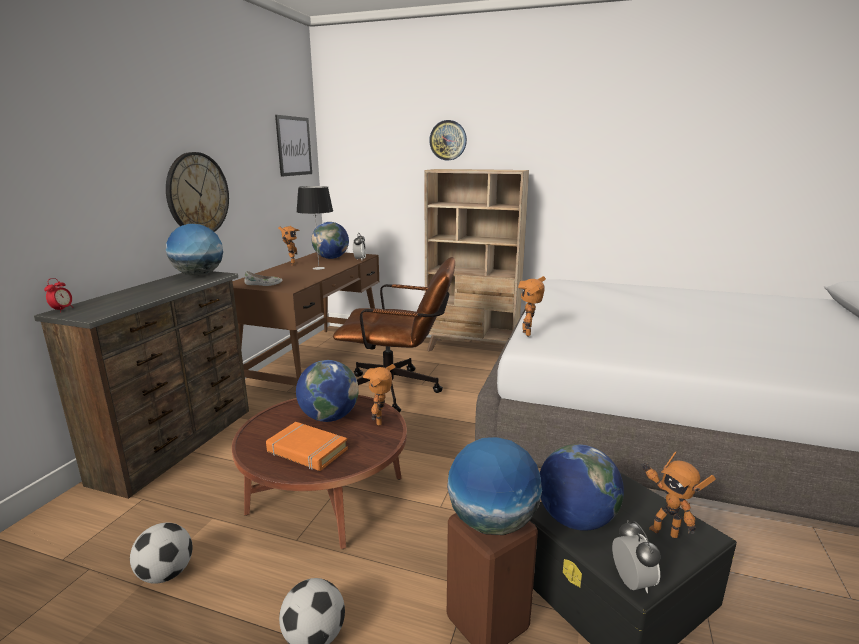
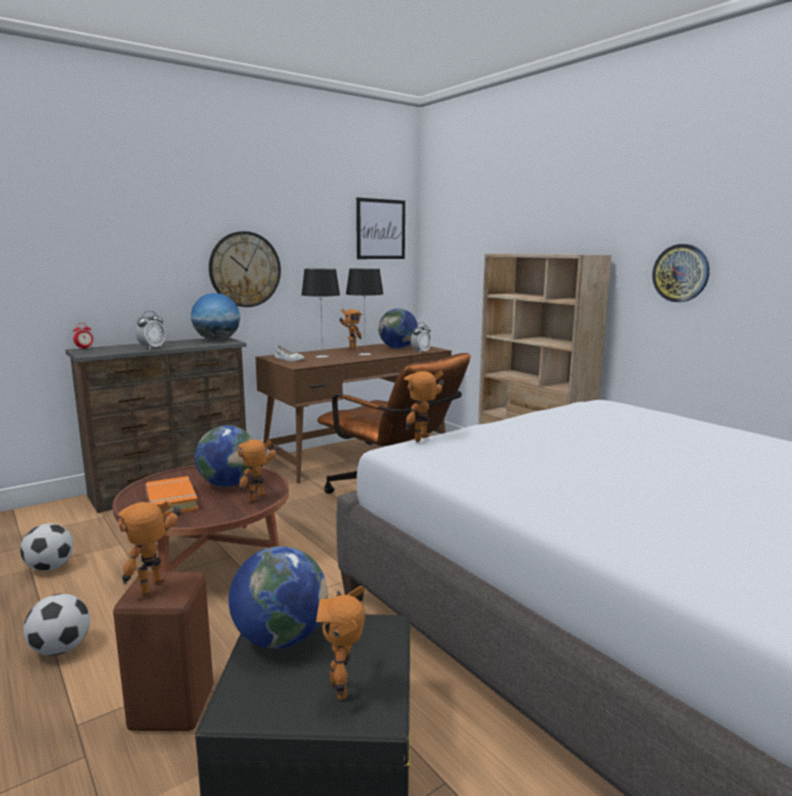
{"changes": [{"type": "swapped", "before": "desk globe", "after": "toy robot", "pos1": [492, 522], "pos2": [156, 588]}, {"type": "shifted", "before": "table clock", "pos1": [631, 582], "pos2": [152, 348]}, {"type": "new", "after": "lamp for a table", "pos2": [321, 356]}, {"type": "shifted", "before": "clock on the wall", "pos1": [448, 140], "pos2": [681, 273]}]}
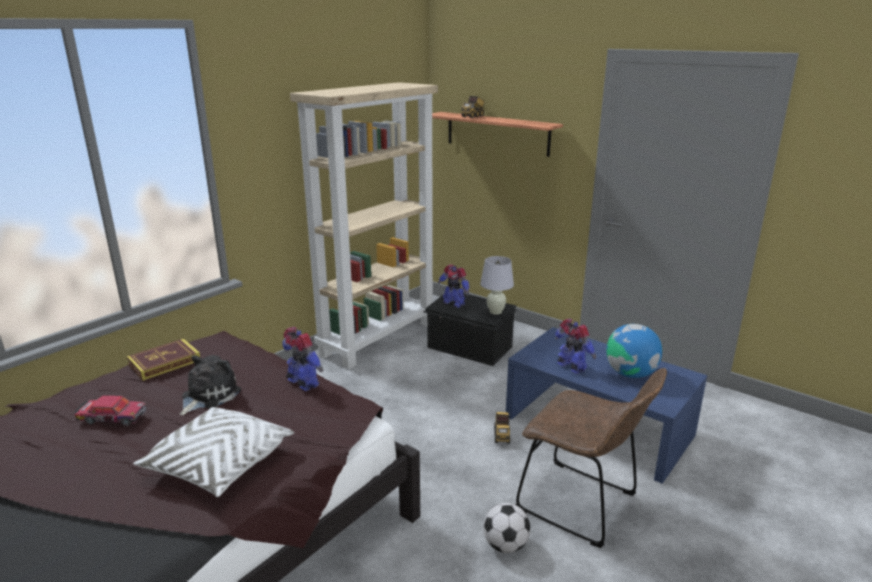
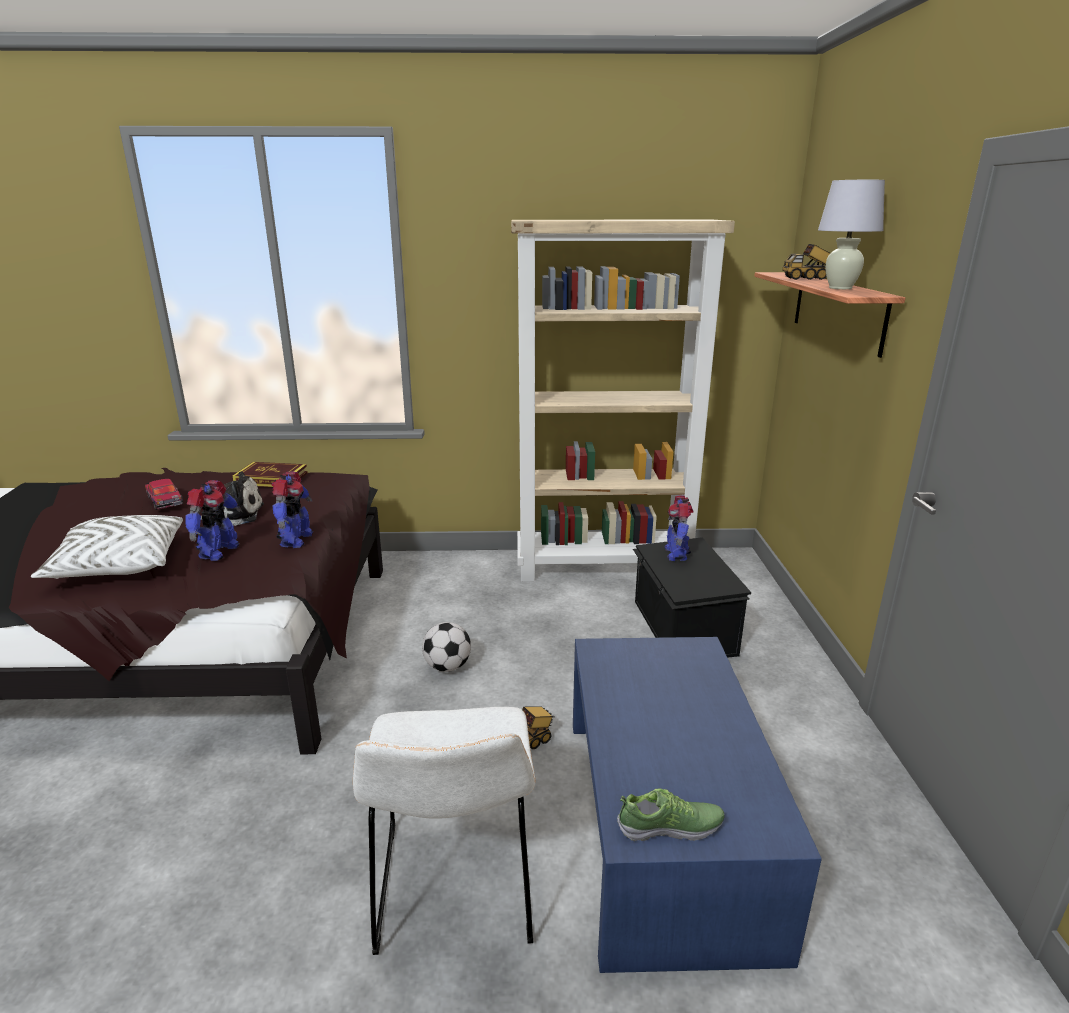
{"changes": [{"type": "shifted", "before": "toy robot", "pos1": [571, 367], "pos2": [218, 552]}, {"type": "repainted", "before": "brown chair", "after": "white-coloured chair", "pos1": [582, 505], "pos2": [455, 891]}, {"type": "shifted", "before": "football ball", "pos1": [505, 545], "pos2": [447, 667]}, {"type": "new", "after": "item of footwear", "pos2": [670, 827]}, {"type": "shifted", "before": "white-coloured lamp for a table", "pos1": [496, 312], "pos2": [840, 288]}, {"type": "gone", "before": "desk globe", "pos1": [630, 373]}]}
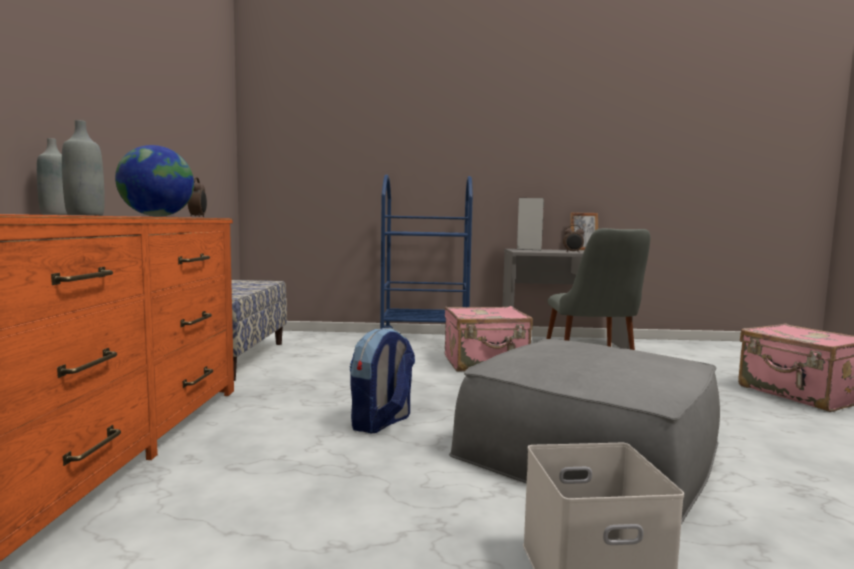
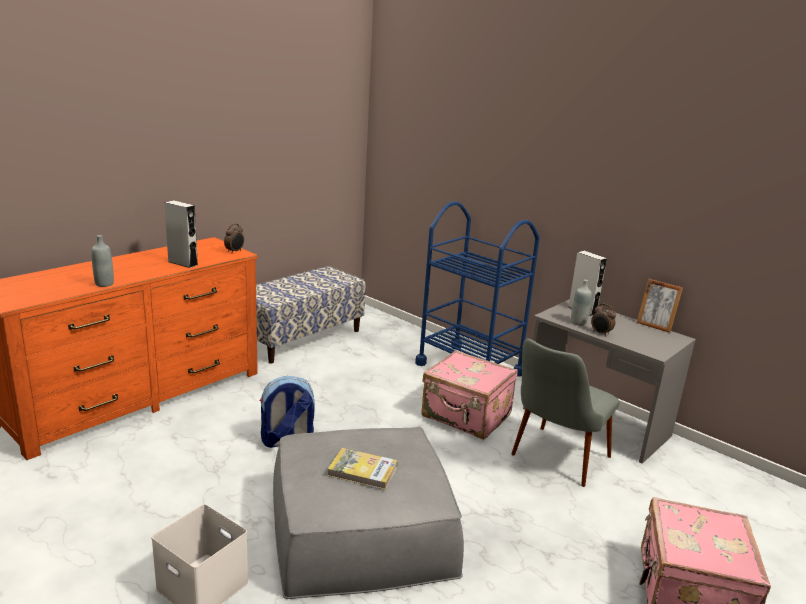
{"changes": [{"type": "swapped", "before": "desk globe", "after": "grey speaker", "pos1": [157, 216], "pos2": [183, 263]}, {"type": "new", "after": "bound book", "pos2": [362, 471]}, {"type": "shifted", "before": "grey drink bottle", "pos1": [56, 214], "pos2": [578, 323]}]}
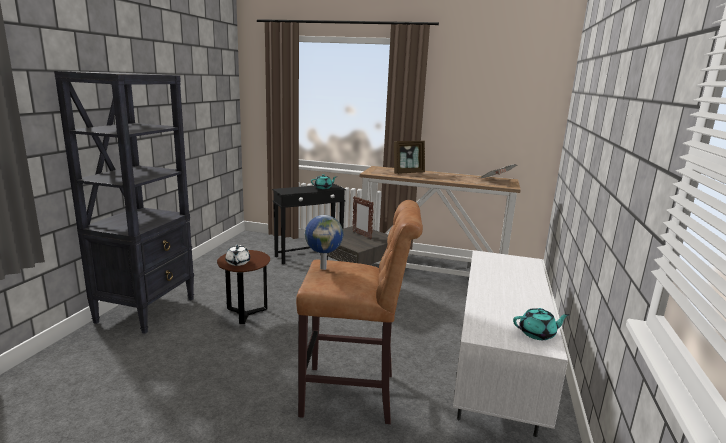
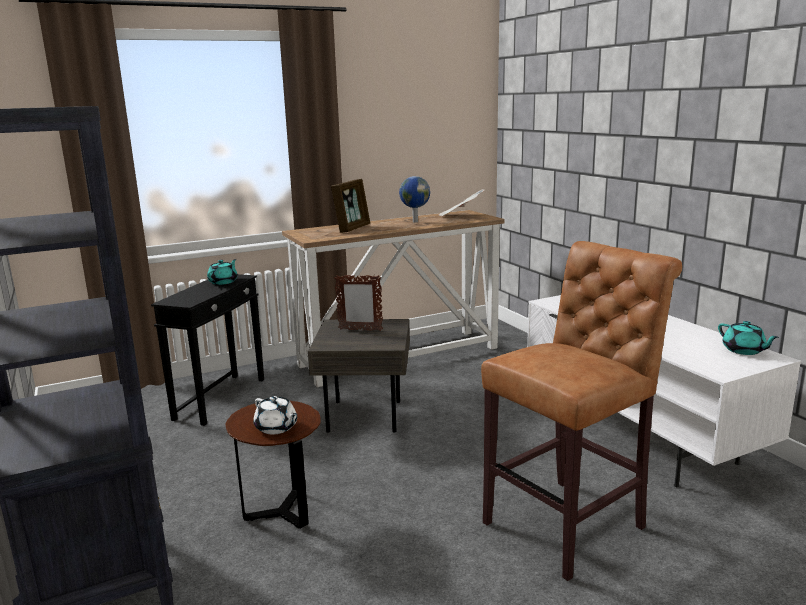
{"changes": [{"type": "shifted", "before": "desk globe", "pos1": [323, 268], "pos2": [414, 221]}, {"type": "rotated", "before": "turquoise tea pot", "pos1": [537, 334], "pos2": [744, 350], "turn": 105}]}
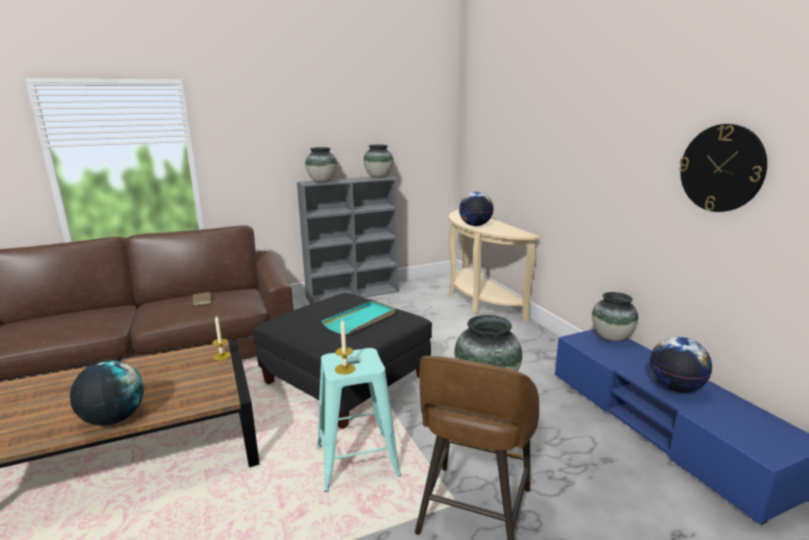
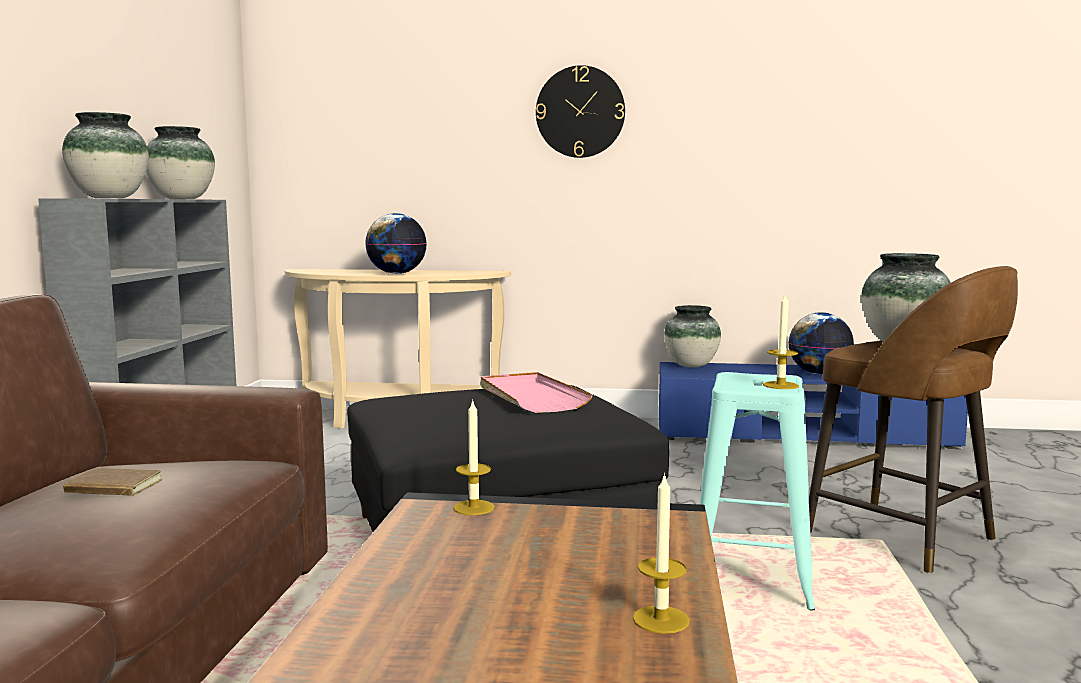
{"changes": [{"type": "repainted", "before": "turquoise tray", "after": "pink tray", "pos1": [360, 320], "pos2": [530, 397]}, {"type": "shifted", "before": "clock on the wall", "pos1": [721, 168], "pos2": [580, 112]}, {"type": "swapped", "before": "desk globe", "after": "wax candle", "pos1": [114, 419], "pos2": [661, 619]}]}
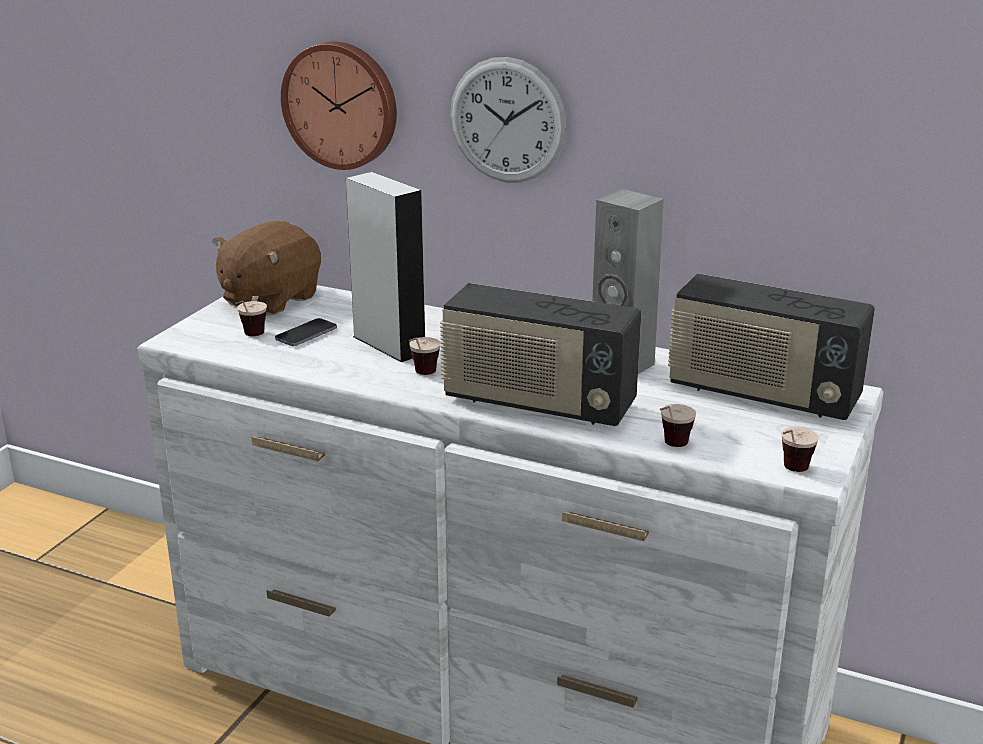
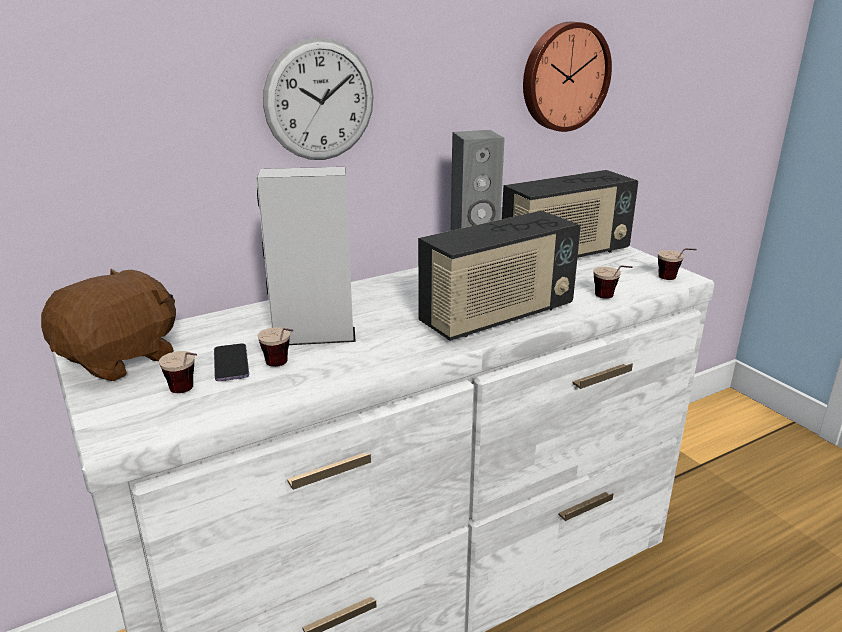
{"changes": [{"type": "rotated", "before": "brown plush toy", "pos1": [269, 299], "pos2": [121, 359], "turn": -120}, {"type": "shifted", "before": "drinking cup", "pos1": [421, 376], "pos2": [282, 367]}, {"type": "shifted", "before": "clock on the wall", "pos1": [342, 104], "pos2": [563, 77]}]}
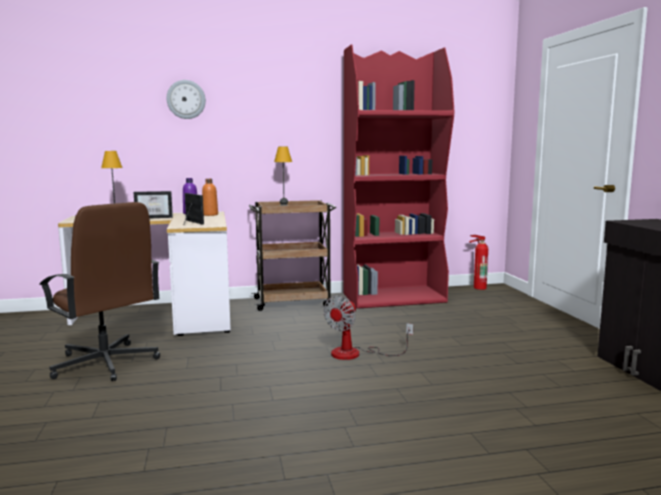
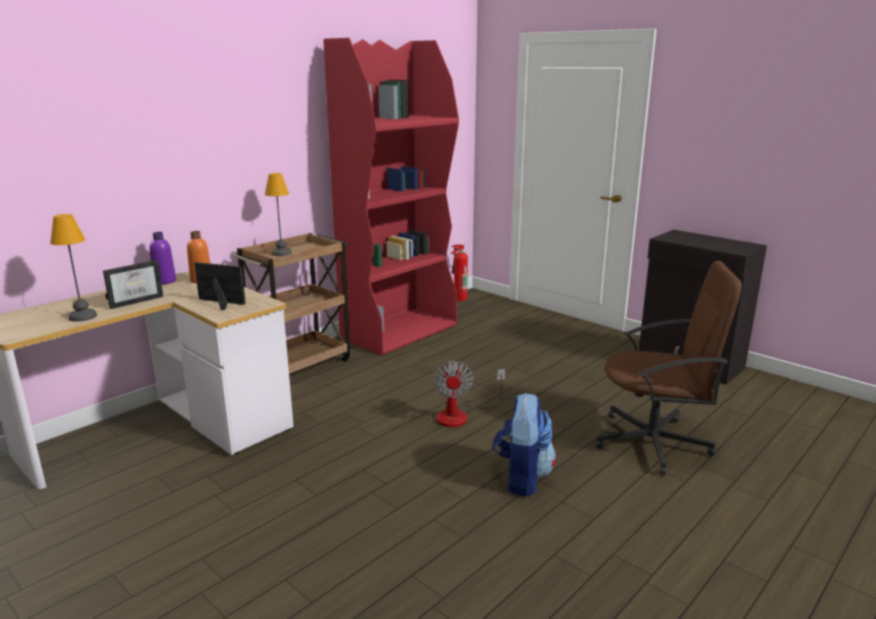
{"changes": [{"type": "new", "after": "knapsack", "pos2": [521, 477]}, {"type": "shifted", "before": "brown office chair", "pos1": [105, 363], "pos2": [653, 443]}, {"type": "gone", "before": "clock on the wall", "pos1": [186, 99]}]}
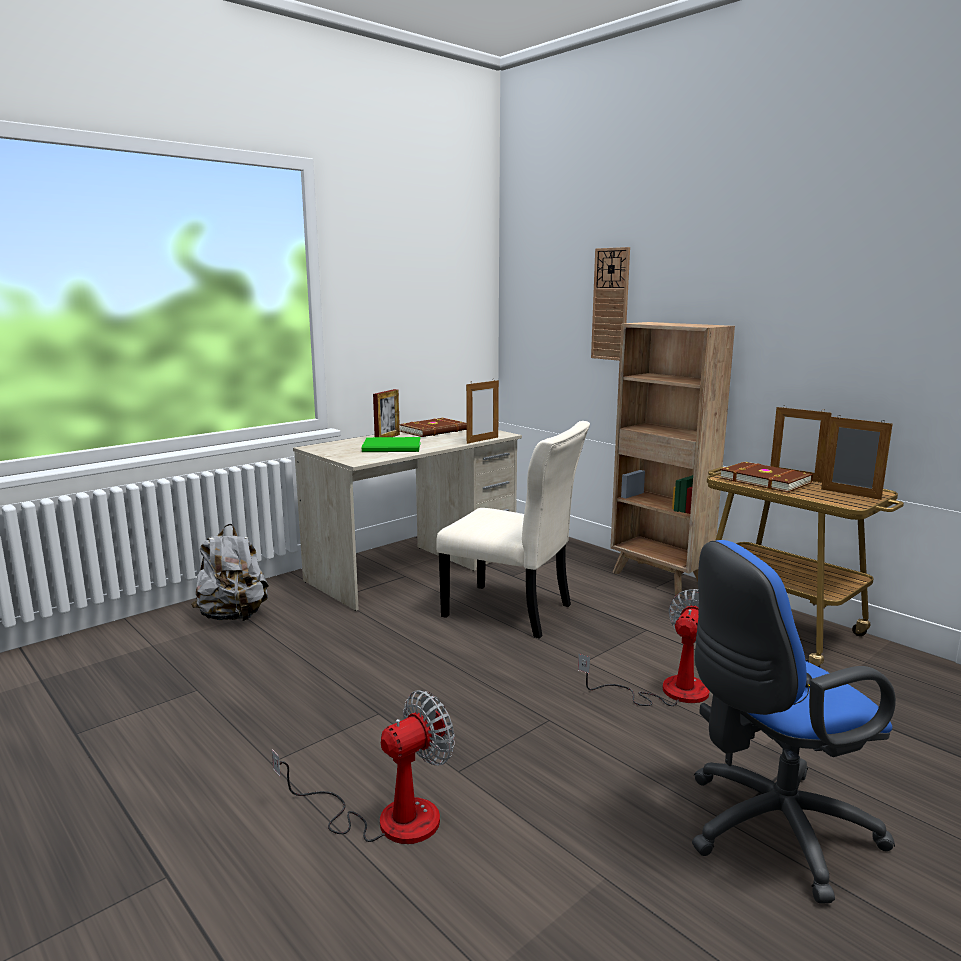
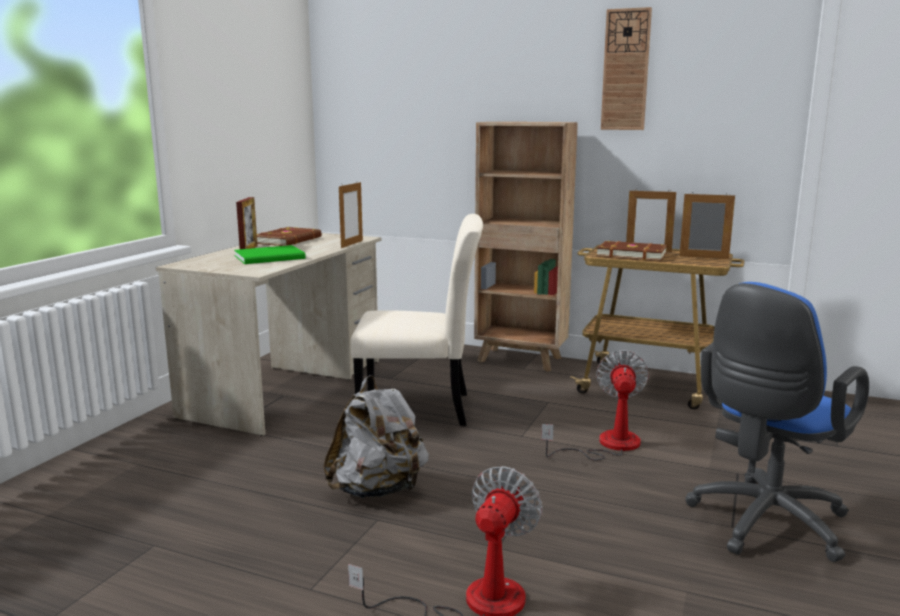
{"changes": [{"type": "shifted", "before": "grey knapsack", "pos1": [234, 616], "pos2": [378, 490]}, {"type": "shifted", "before": "clock on the wall", "pos1": [610, 304], "pos2": [625, 70]}]}
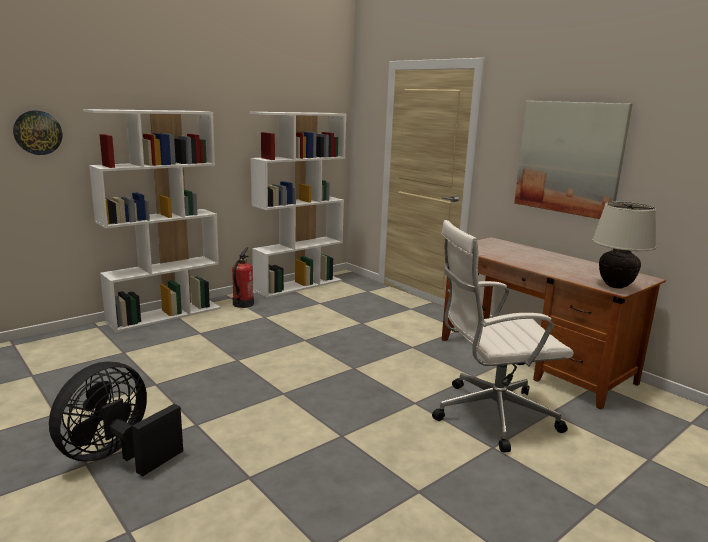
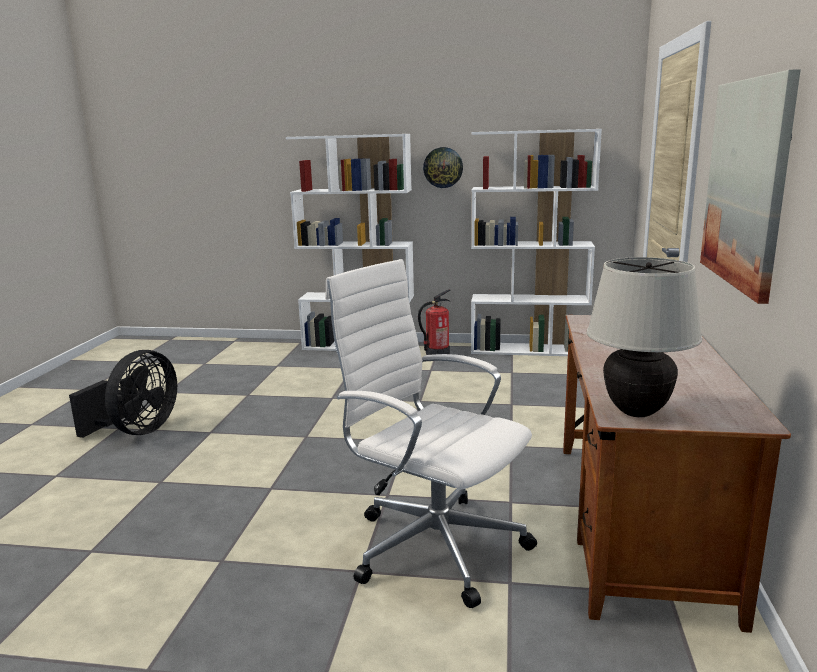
{"changes": [{"type": "rotated", "before": "black-coloured cooling fan", "pos1": [117, 456], "pos2": [137, 431], "turn": 120}, {"type": "shifted", "before": "clock on the wall", "pos1": [37, 132], "pos2": [443, 167]}]}
